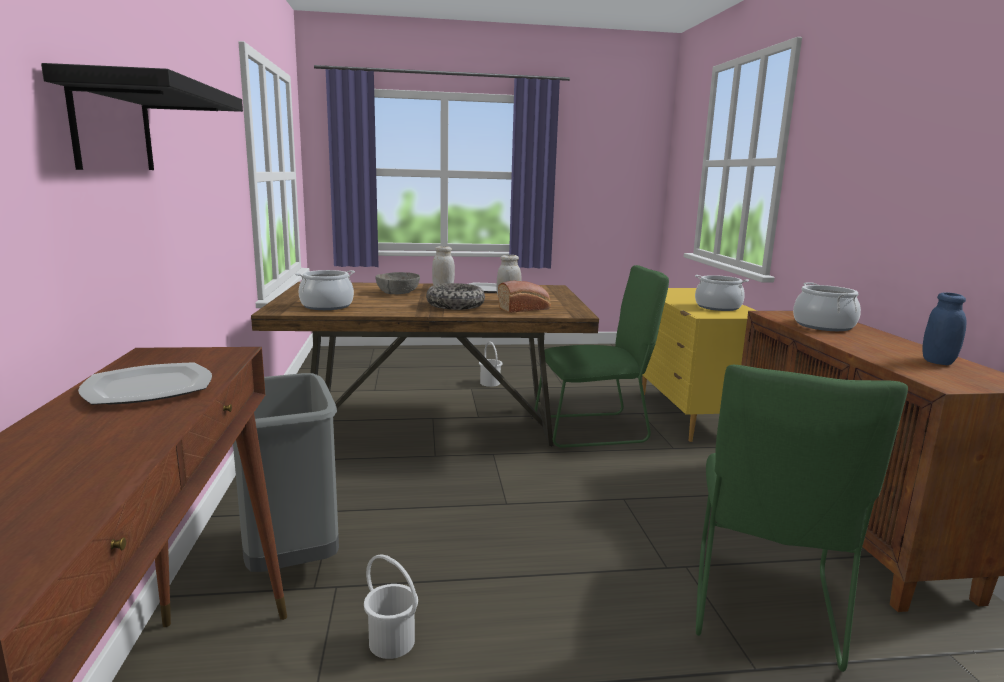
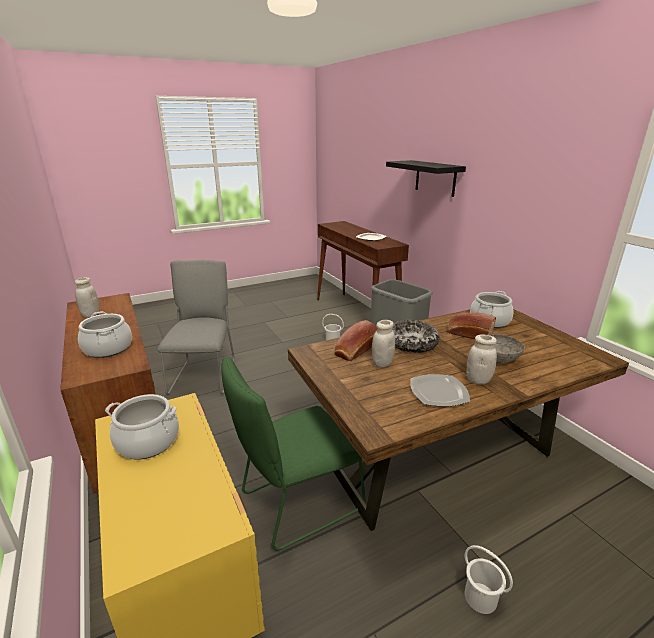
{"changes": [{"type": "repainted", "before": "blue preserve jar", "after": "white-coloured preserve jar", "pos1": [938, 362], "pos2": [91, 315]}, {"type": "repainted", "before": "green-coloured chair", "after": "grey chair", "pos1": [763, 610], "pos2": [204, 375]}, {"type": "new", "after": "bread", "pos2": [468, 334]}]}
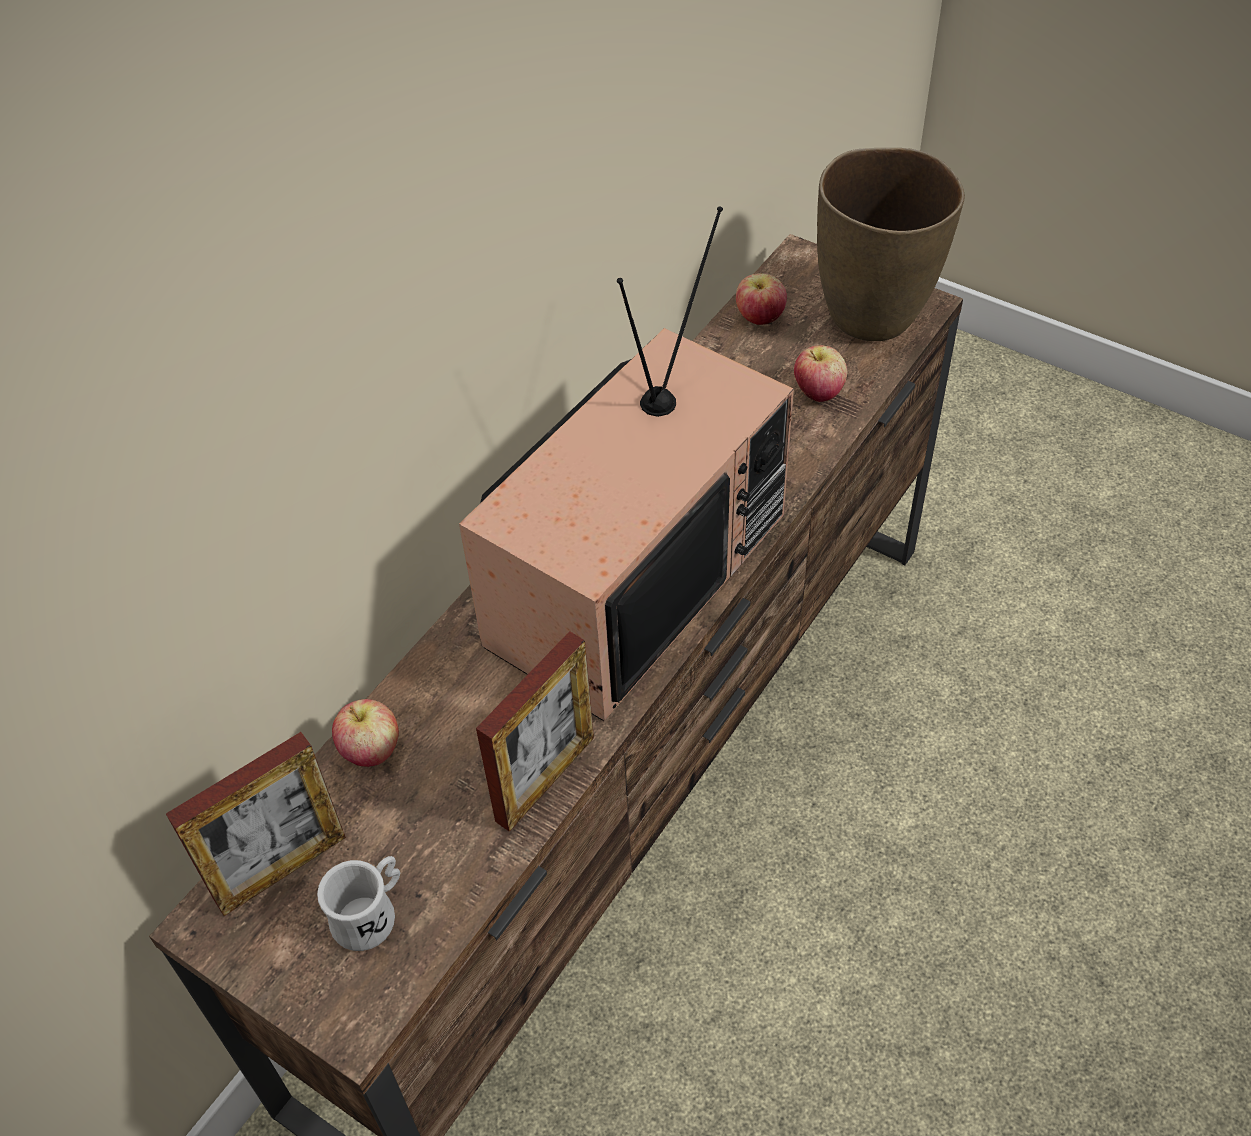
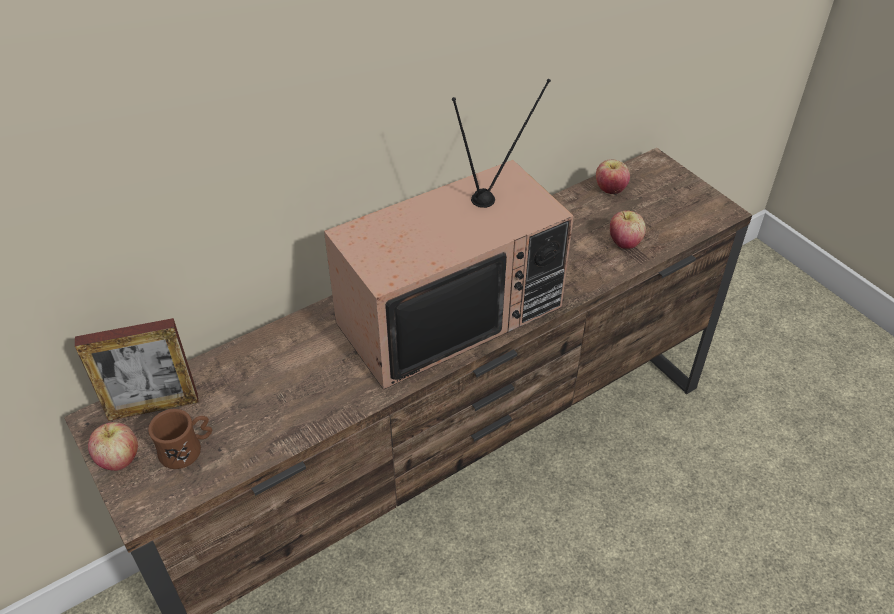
{"changes": [{"type": "shifted", "before": "apple", "pos1": [371, 750], "pos2": [119, 459]}, {"type": "repainted", "before": "white-coloured tea mug", "after": "brown tea mug", "pos1": [371, 913], "pos2": [187, 450]}, {"type": "gone", "before": "photo frame", "pos1": [545, 779]}, {"type": "gone", "before": "brown decorative vase", "pos1": [873, 314]}]}
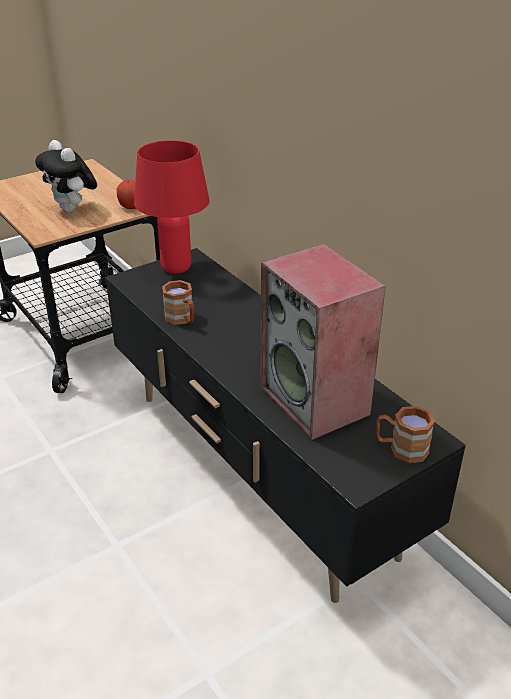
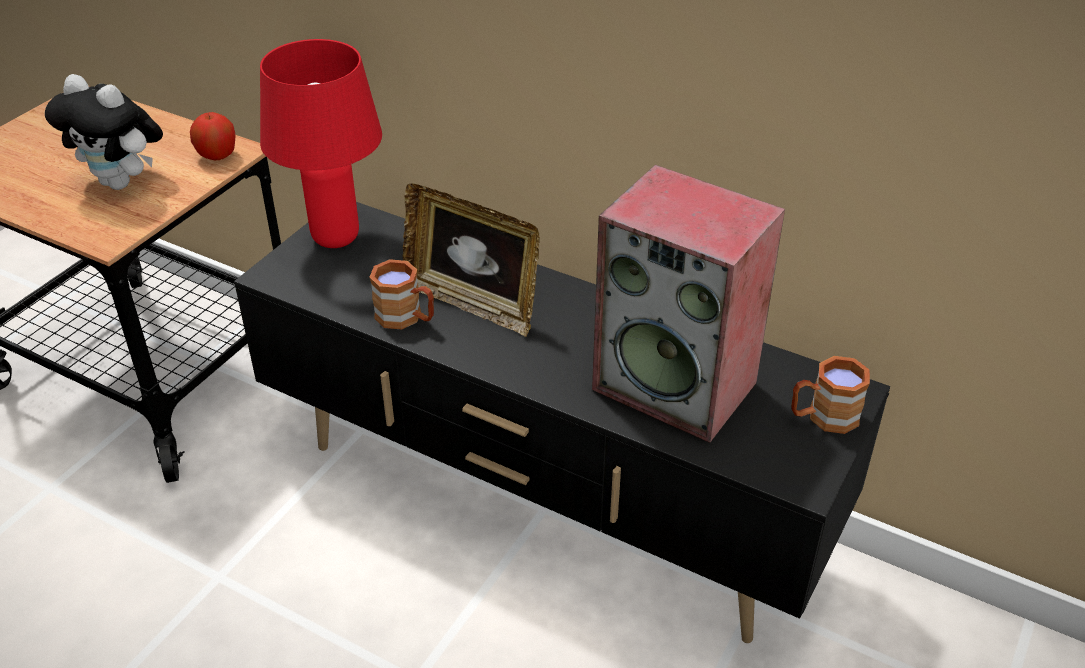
{"changes": [{"type": "new", "after": "photo frame", "pos2": [472, 303]}]}
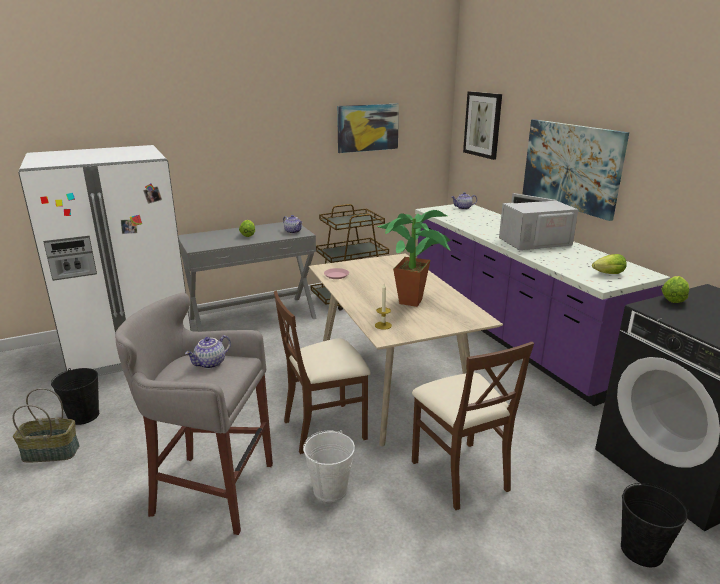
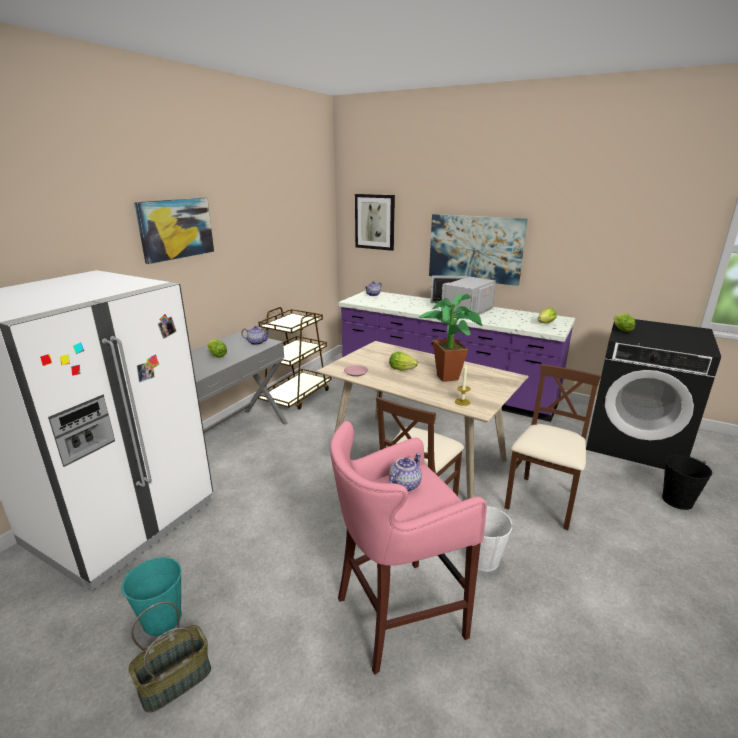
{"changes": [{"type": "repainted", "before": "black-coloured water bucket", "after": "turquoise water bucket", "pos1": [84, 416], "pos2": [162, 619]}, {"type": "shifted", "before": "wall picture", "pos1": [367, 127], "pos2": [176, 229]}, {"type": "repainted", "before": "grey stool seat", "after": "pink stool seat", "pos1": [210, 490], "pos2": [396, 615]}, {"type": "new", "after": "lettuce", "pos2": [403, 370]}, {"type": "rotated", "before": "tea pot", "pos1": [210, 364], "pos2": [404, 484], "turn": -150}, {"type": "rotated", "before": "brown chair", "pos1": [460, 473], "pos2": [542, 502], "turn": -90}]}
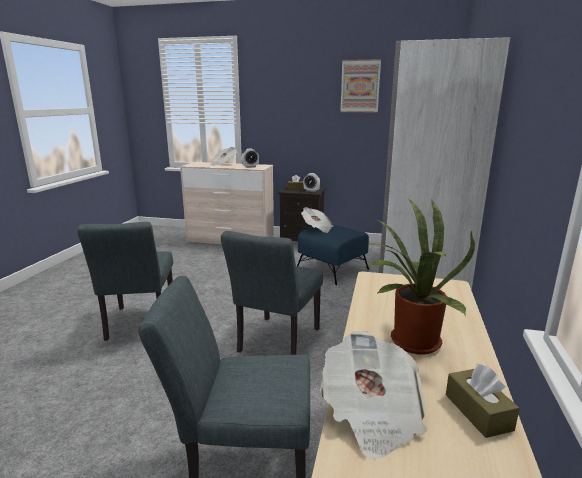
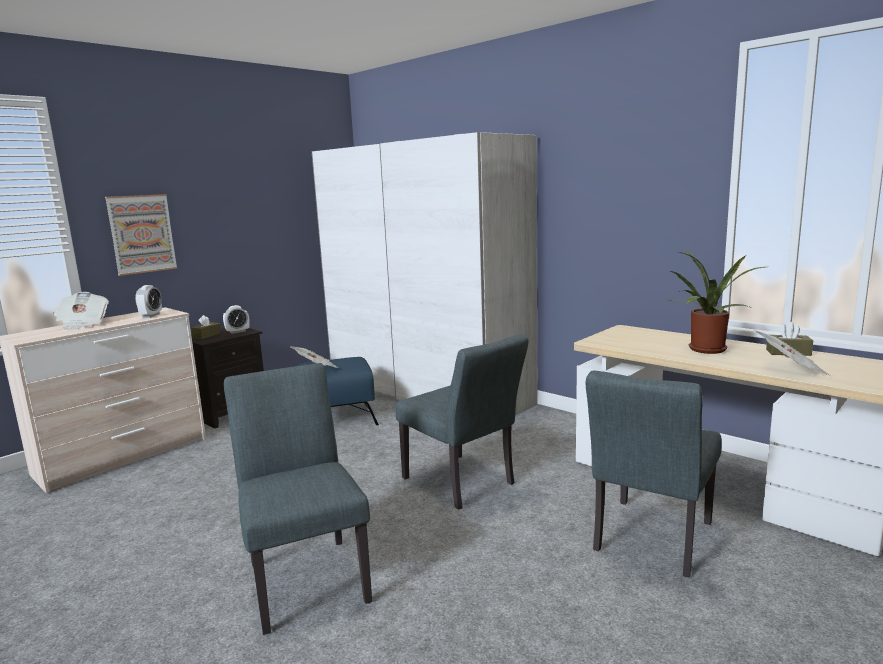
{"changes": [{"type": "shifted", "before": "wall picture", "pos1": [360, 86], "pos2": [142, 234]}, {"type": "rotated", "before": "grey chair", "pos1": [139, 325], "pos2": [305, 575], "turn": -135}]}
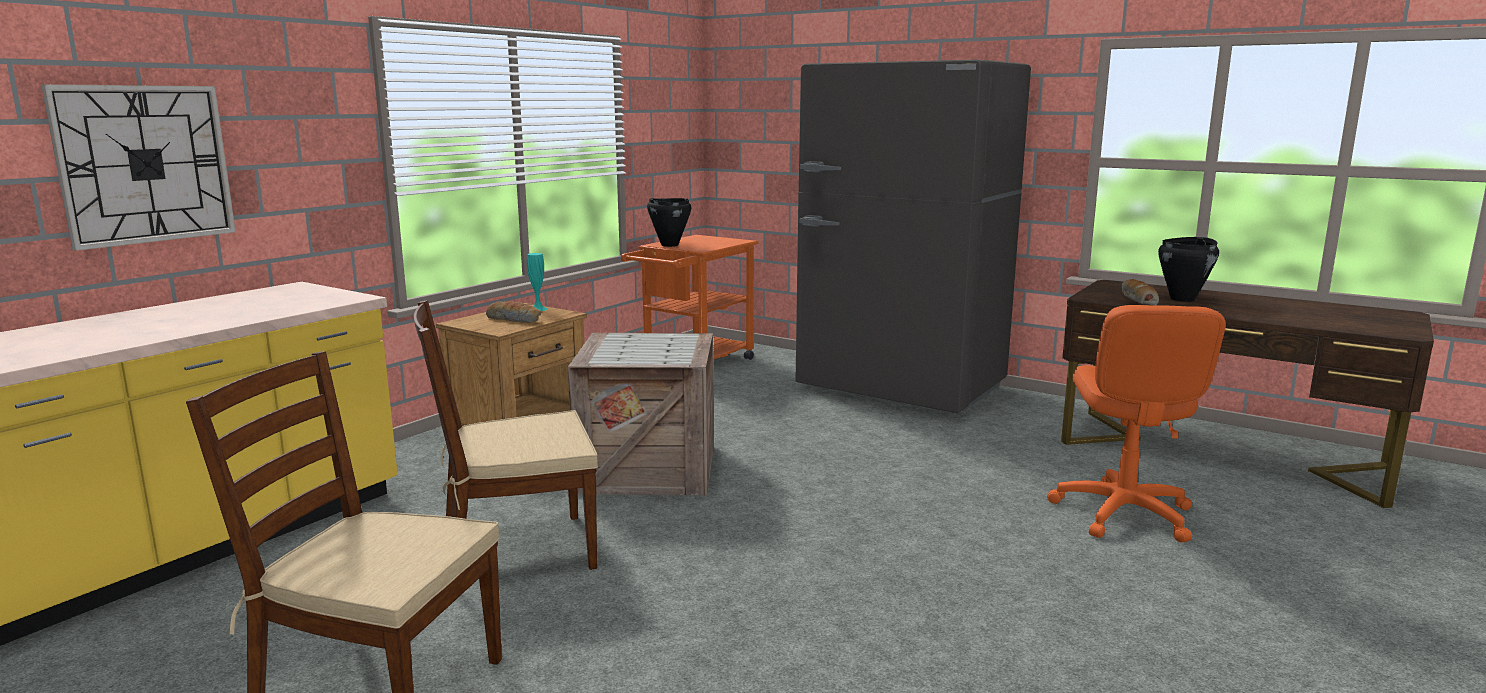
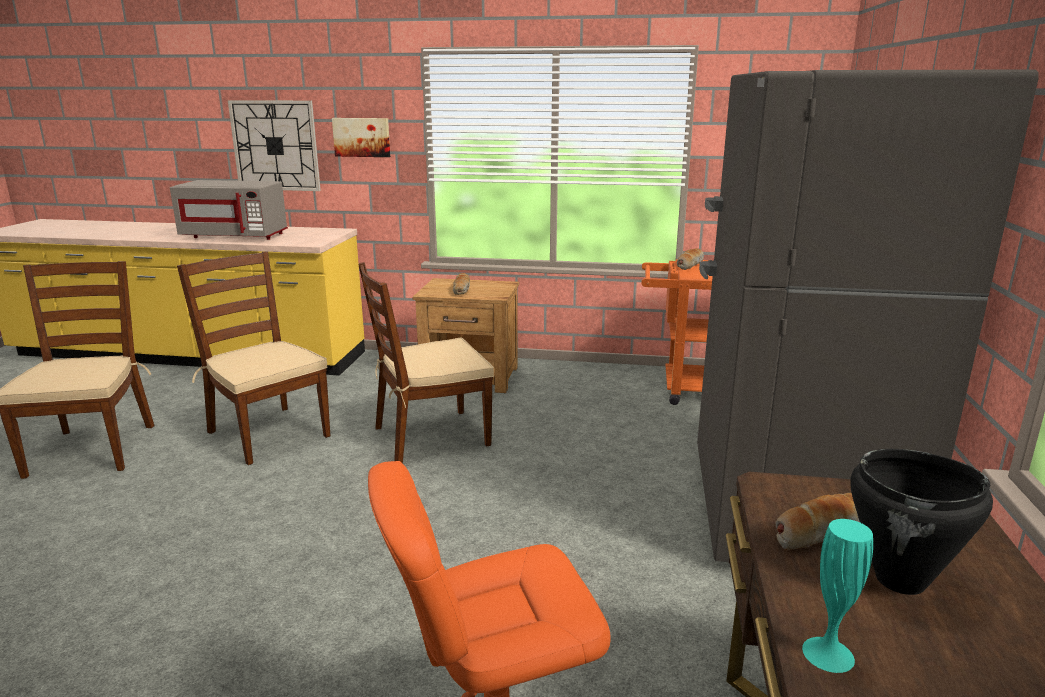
{"changes": [{"type": "new", "after": "grey kitchen microwave", "pos2": [235, 236]}, {"type": "new", "after": "wall picture", "pos2": [362, 137]}, {"type": "swapped", "before": "packing crate", "after": "brown chair", "pos1": [646, 469], "pos2": [430, 436]}, {"type": "swapped", "before": "black-coloured stockpot", "after": "bread", "pos1": [669, 245], "pos2": [689, 264]}, {"type": "shifted", "before": "turquoise decorative vase", "pos1": [538, 309], "pos2": [828, 654]}]}
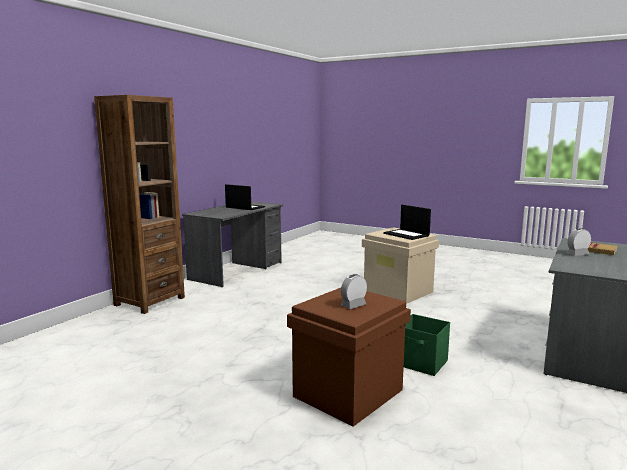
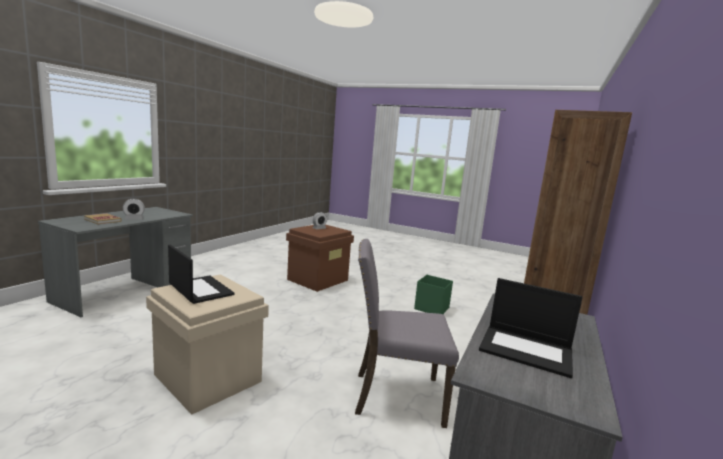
{"changes": [{"type": "new", "after": "grey chair", "pos2": [395, 396]}, {"type": "shifted", "before": "green-coloured storage bin", "pos1": [422, 363], "pos2": [431, 308]}]}
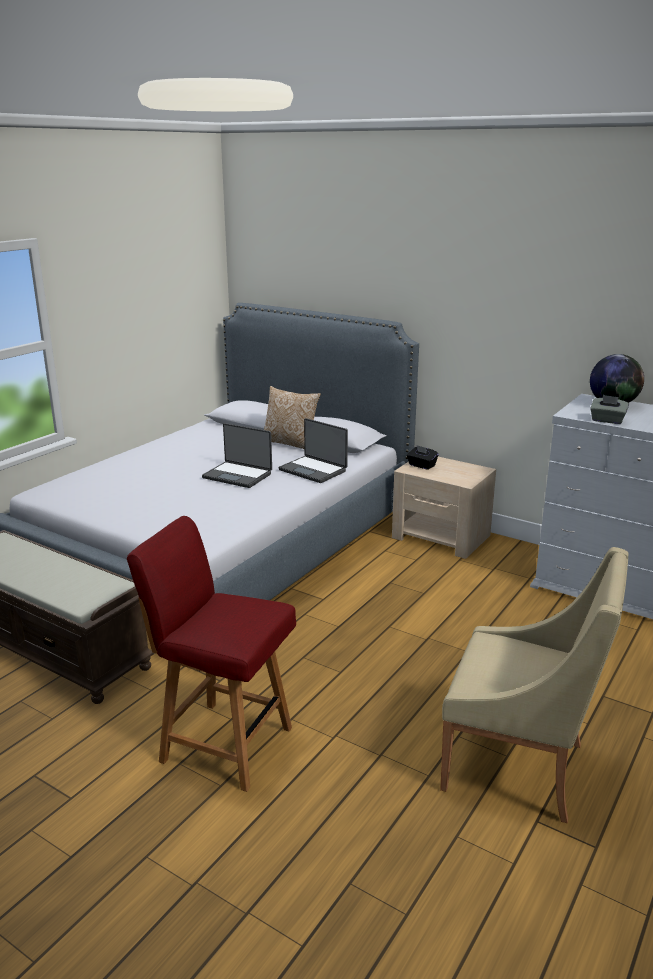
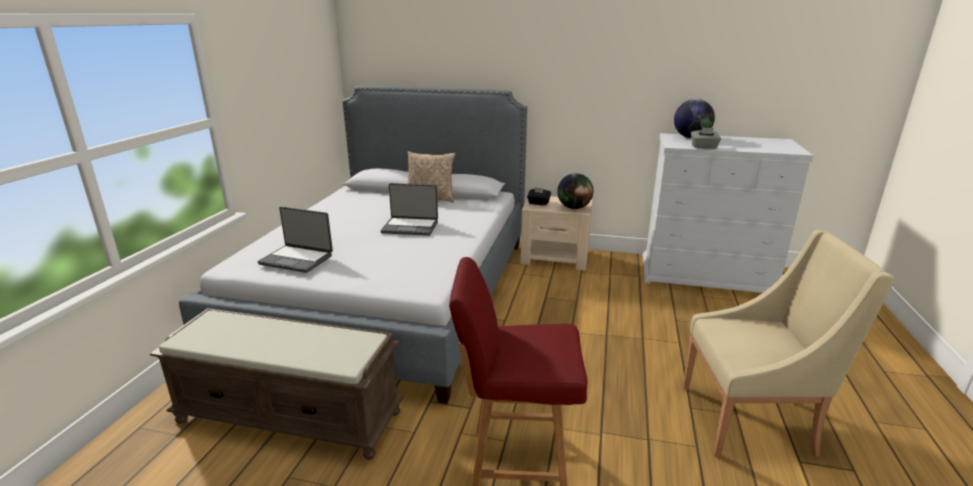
{"changes": [{"type": "shifted", "before": "portable computer", "pos1": [313, 470], "pos2": [297, 259]}, {"type": "new", "after": "desk globe", "pos2": [574, 208]}]}
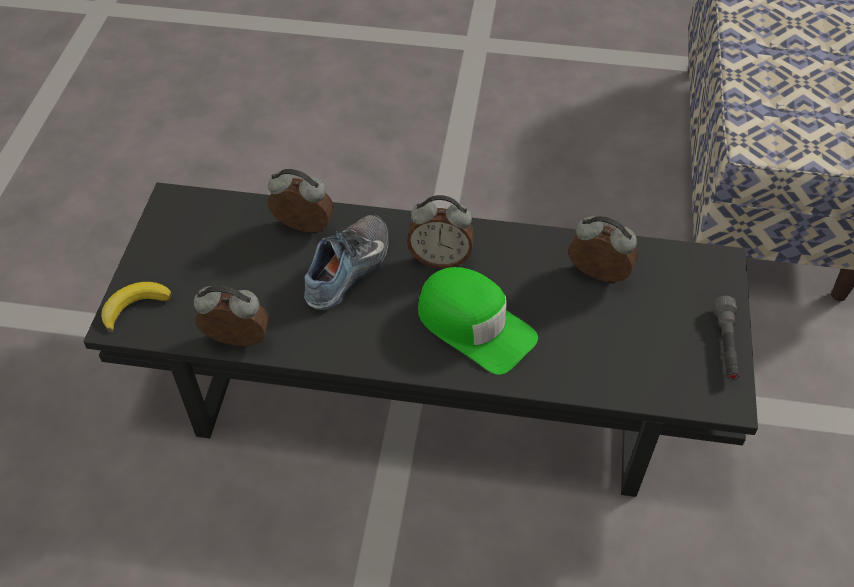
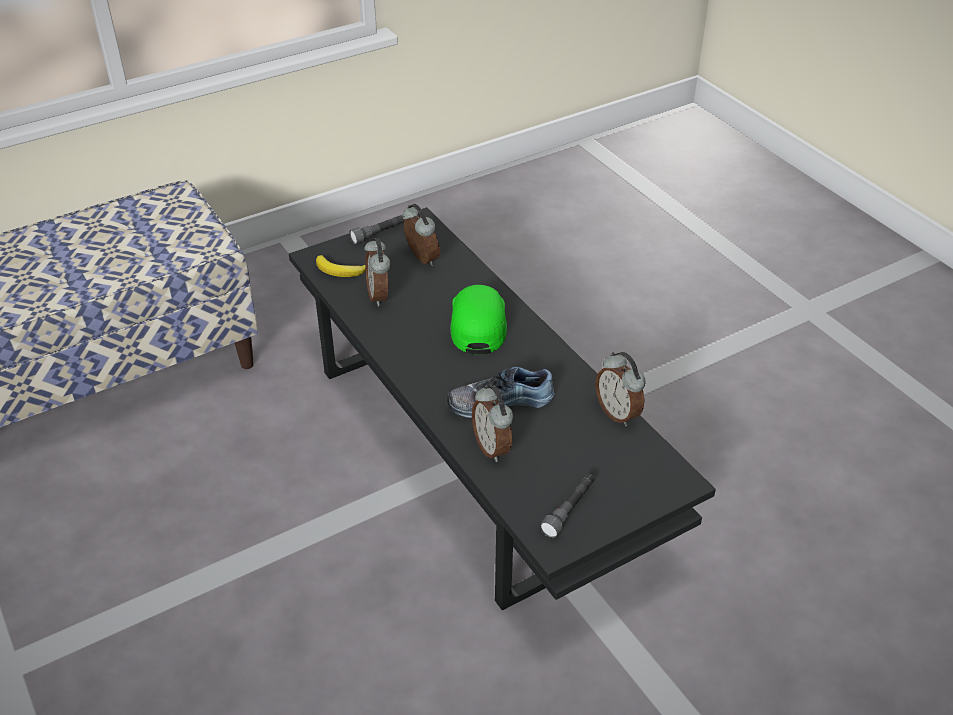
{"changes": [{"type": "shifted", "before": "banana fruit", "pos1": [134, 306], "pos2": [340, 271]}, {"type": "shifted", "before": "table clock", "pos1": [440, 258], "pos2": [421, 259]}, {"type": "new", "after": "grey flashlight", "pos2": [569, 510]}]}
